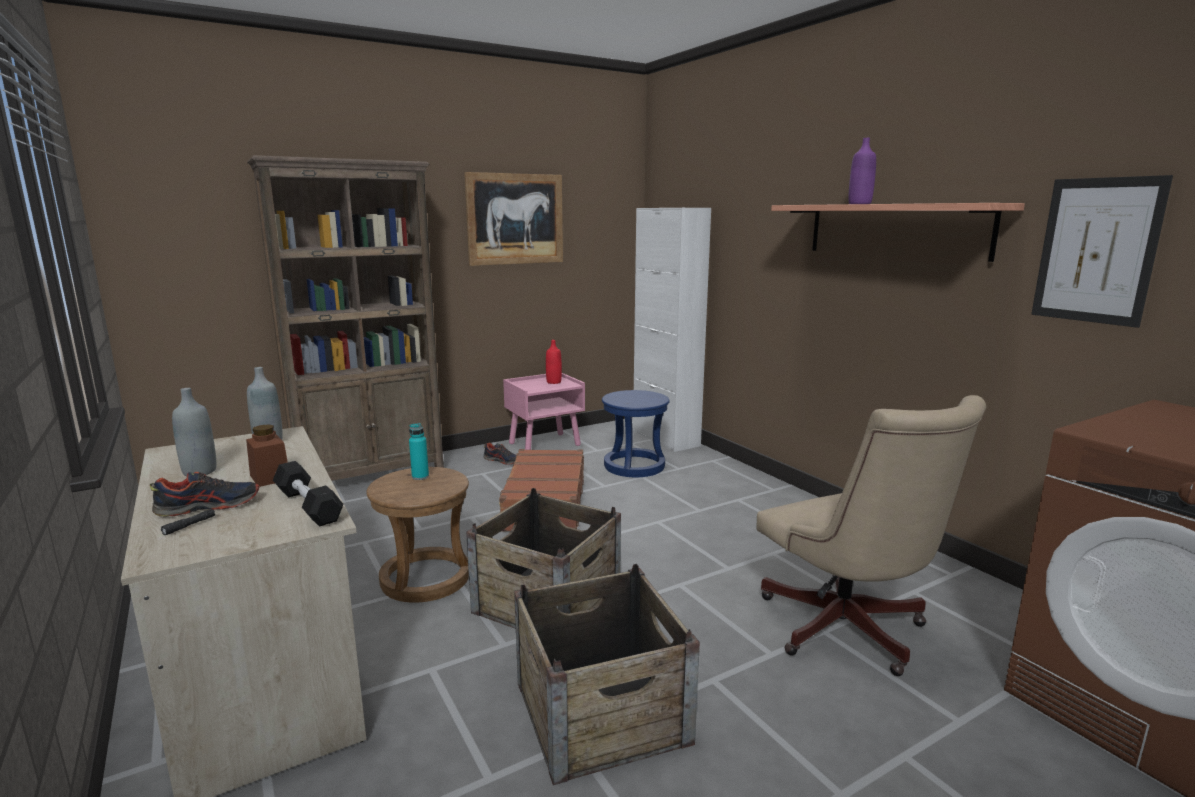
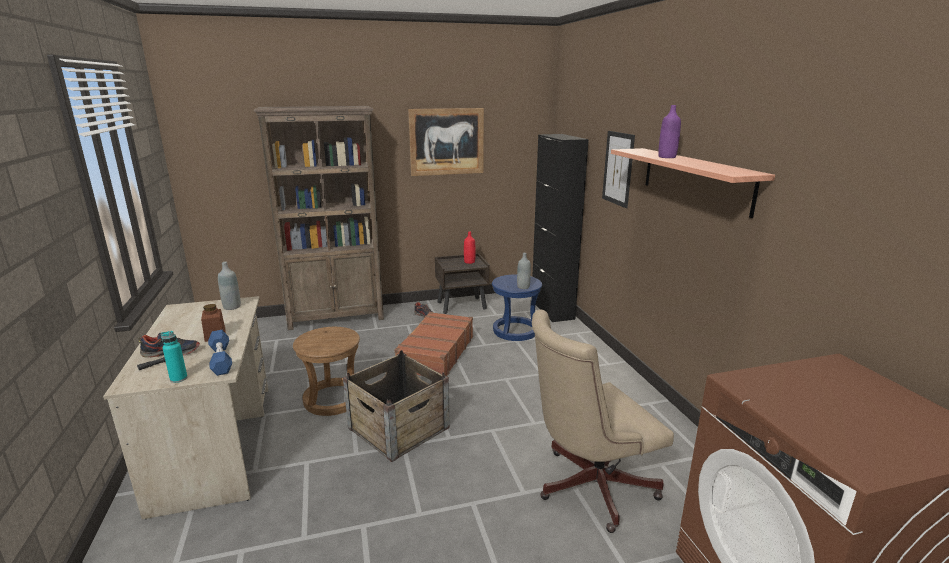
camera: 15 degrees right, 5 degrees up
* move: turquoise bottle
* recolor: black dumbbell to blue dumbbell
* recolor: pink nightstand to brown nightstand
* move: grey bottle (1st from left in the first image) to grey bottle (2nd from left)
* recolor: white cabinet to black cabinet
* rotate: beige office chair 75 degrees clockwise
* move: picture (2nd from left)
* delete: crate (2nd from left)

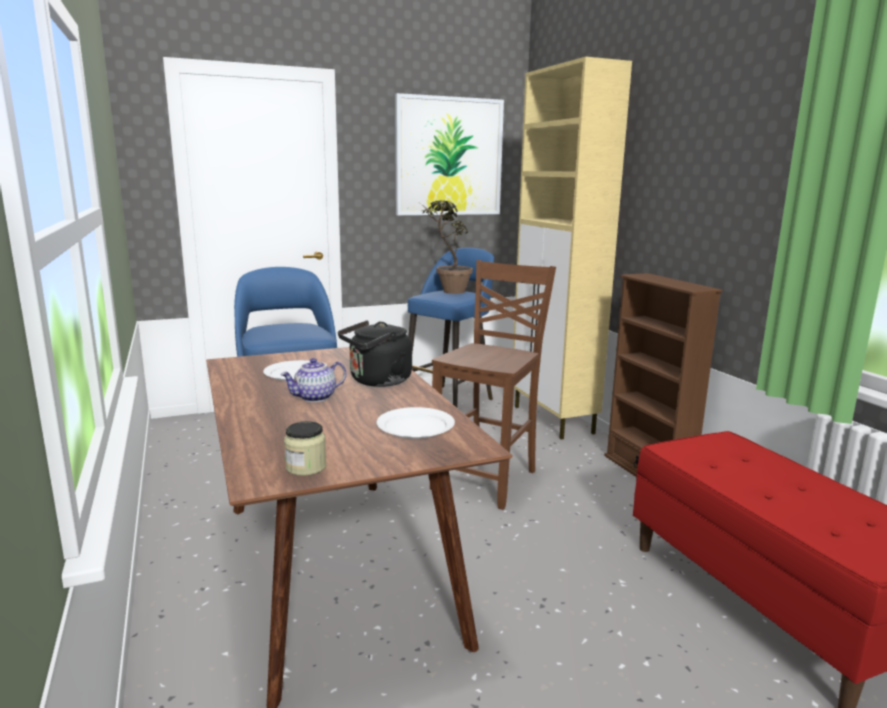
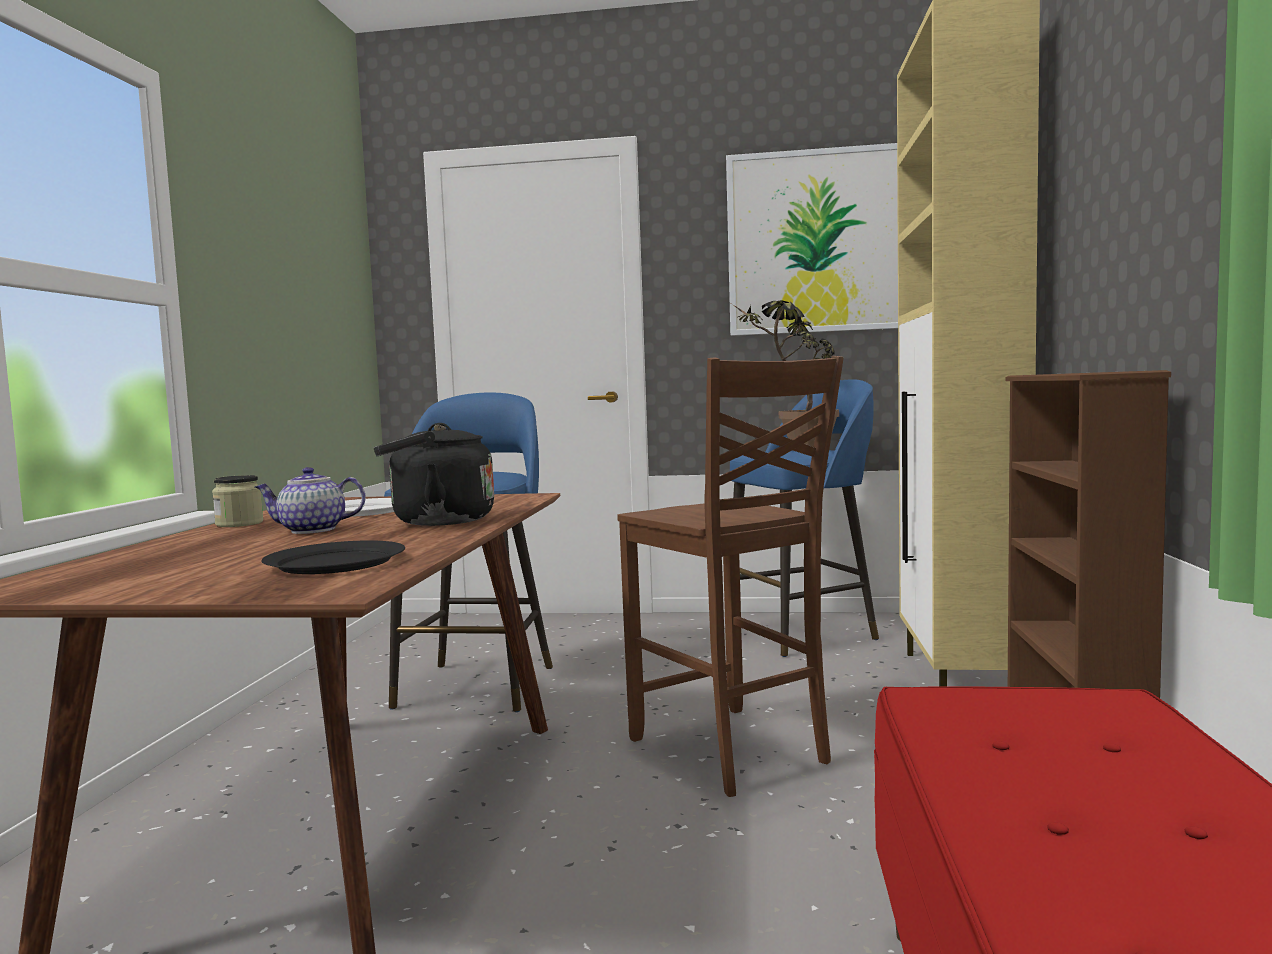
camera: 30 degrees right, 10 degrees down
* move: jar
* recolor: white plate (2nd from left) to black plate
* rotate: brown chair 90 degrees clockwise

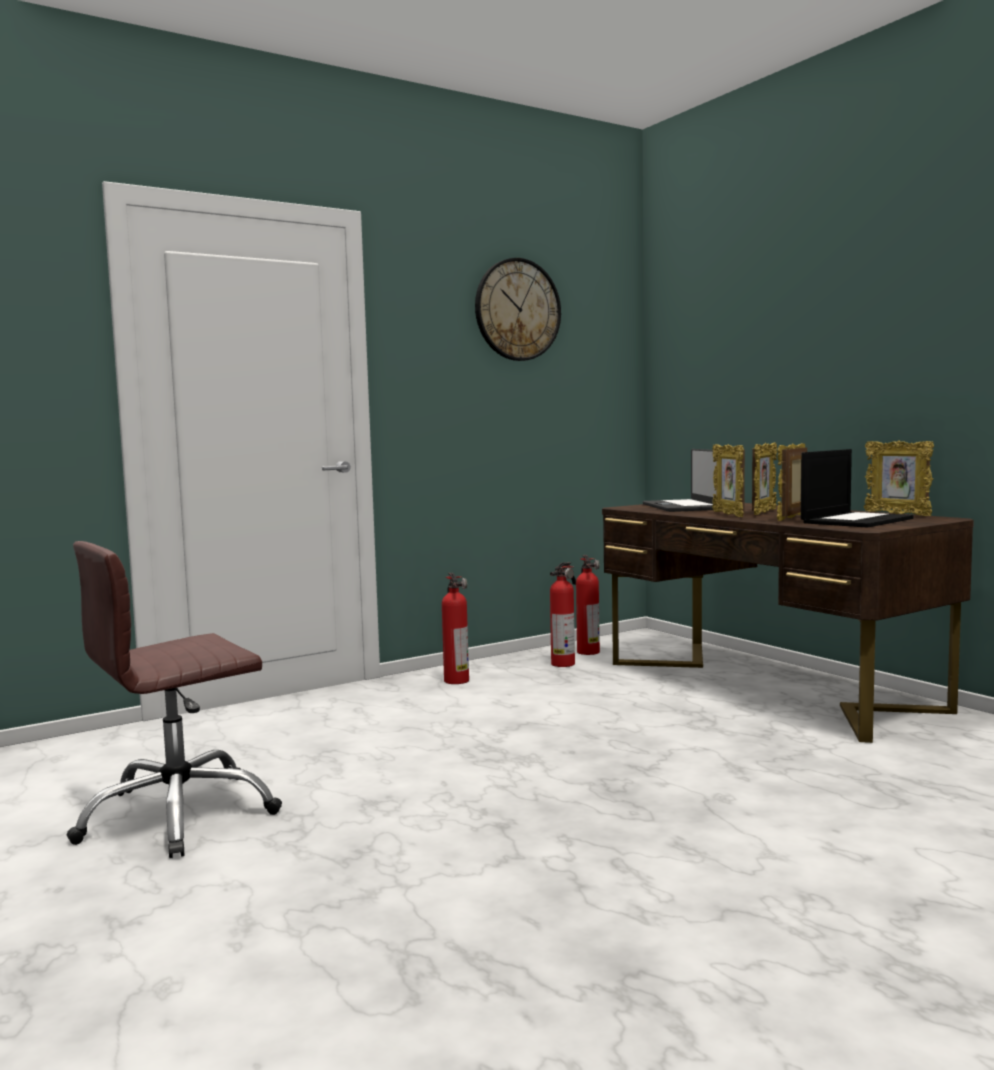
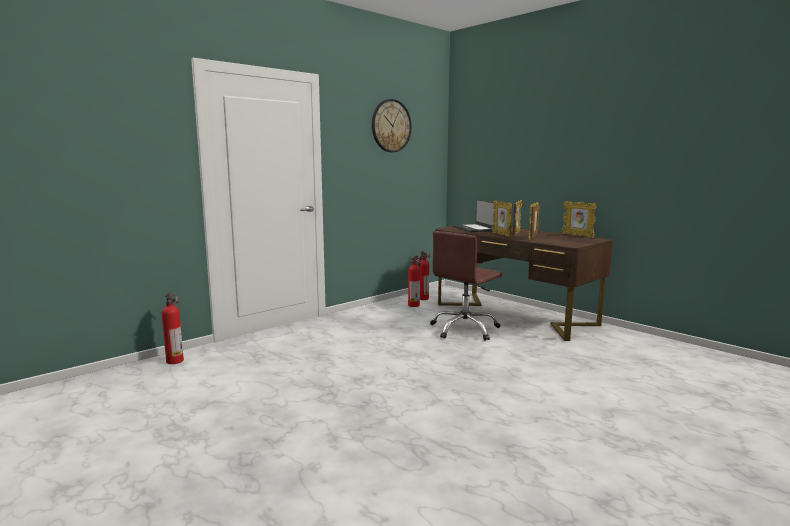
camera: 10 degrees left, 5 degrees up
* move: fire extinguisher (1st from left)
* move: brown office chair
* delete: laptop (2nd from left)

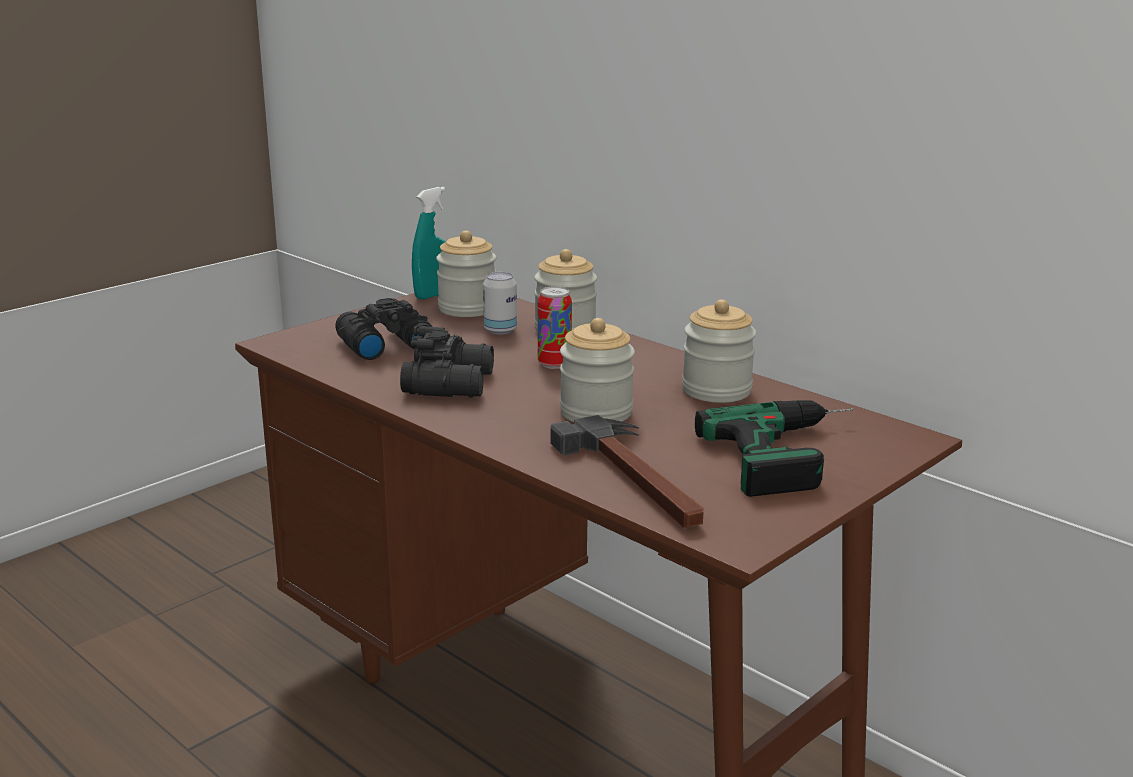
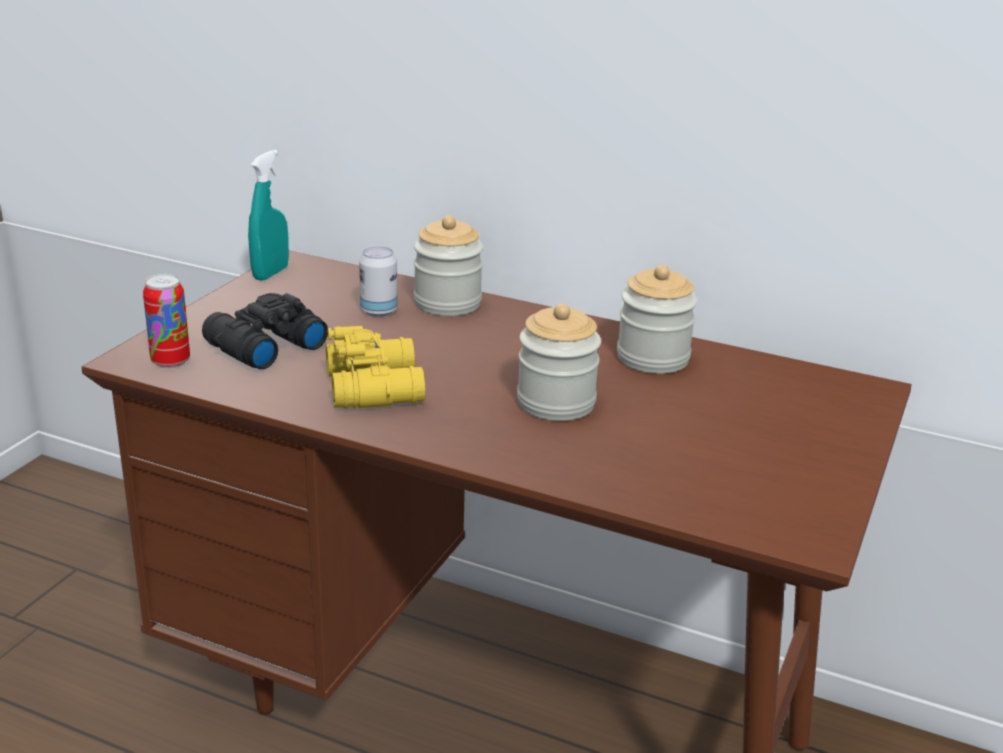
camera: 20 degrees left, 5 degrees up
* move: can (2nd from left in the first image) to can (1st from left)
* recolor: black binoculars (2nd from left) to yellow binoculars
* delete: jar (1st from left)
* delete: hammer
* delete: power drill

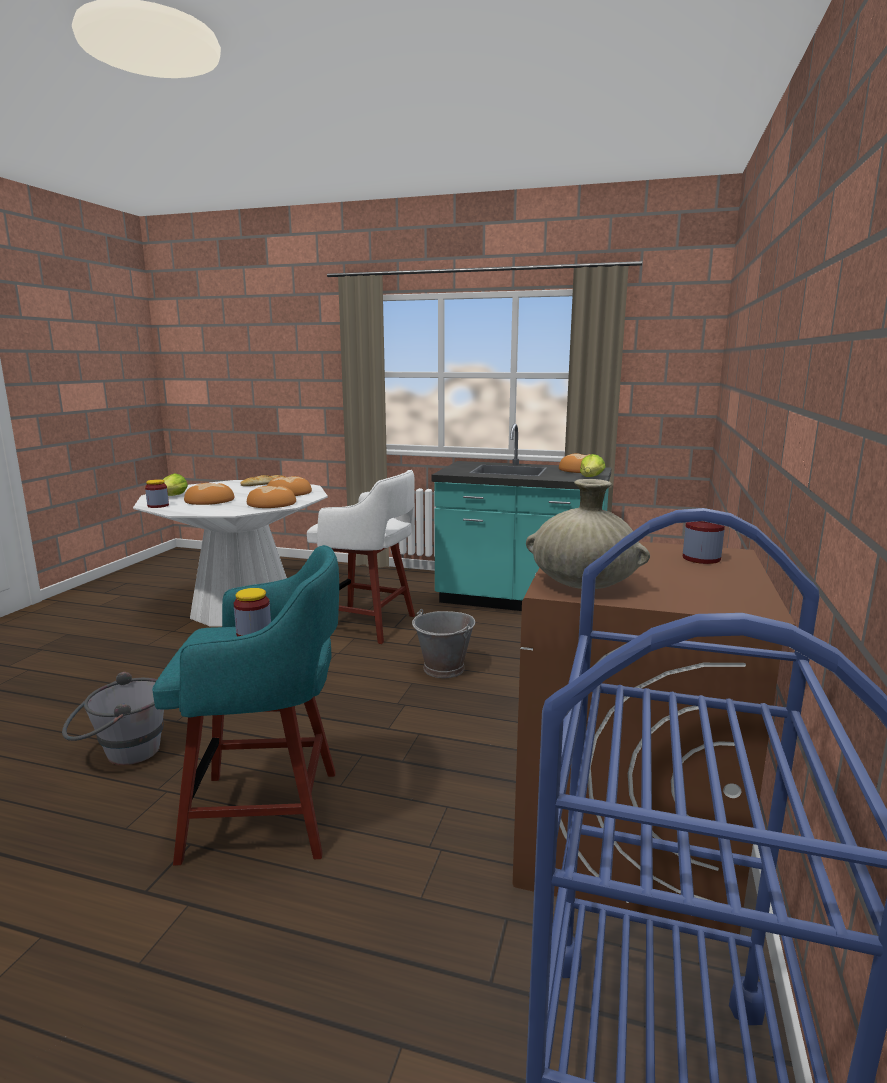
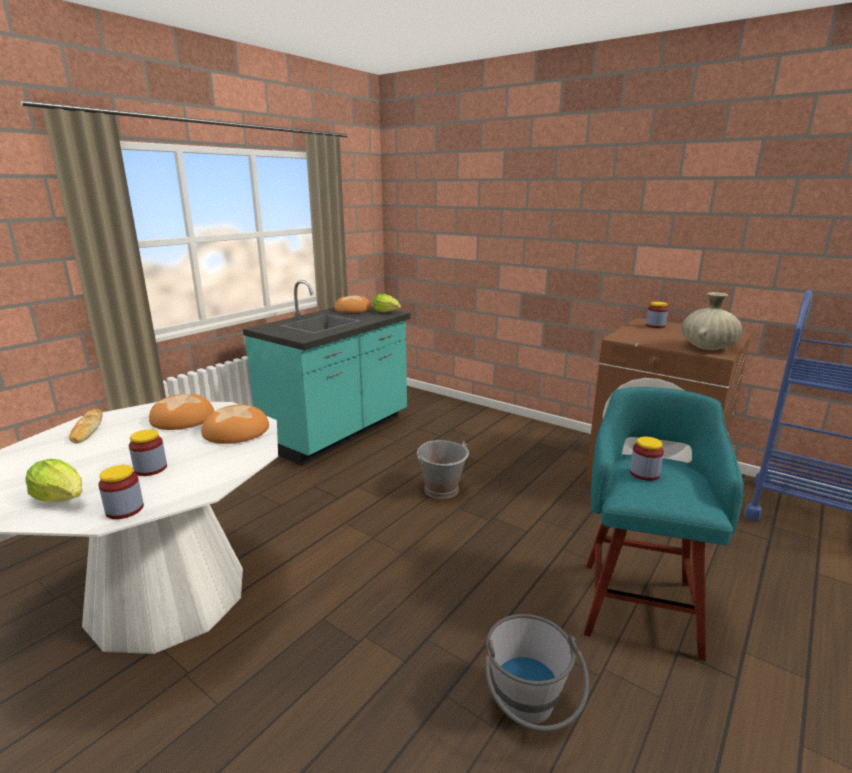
camera: 70 degrees left, 5 degrees up
* replace: bread (1st from left) to jar (2nd from left)
* delete: white stool

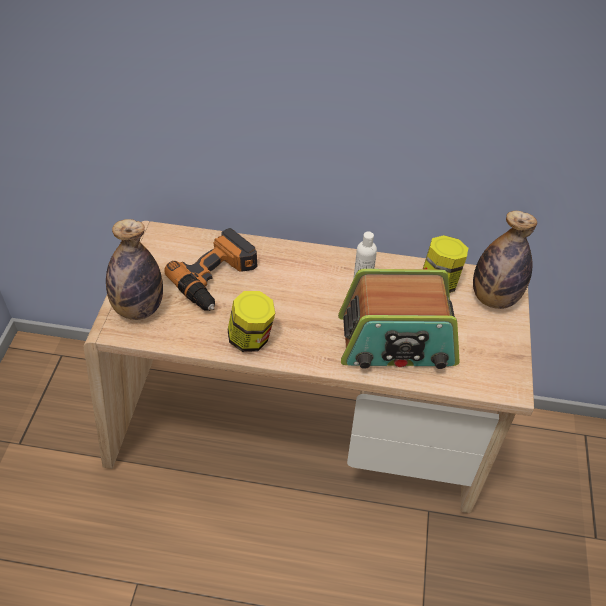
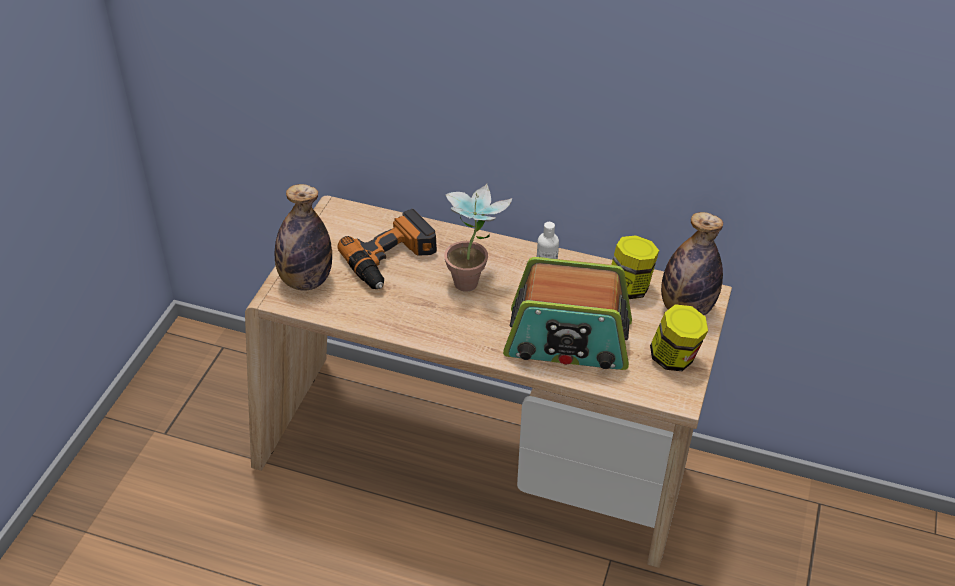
camera: 10 degrees right, 5 degrees down
* insert: potted plant
* move: jar (1st from left in the first image) to jar (2nd from left)

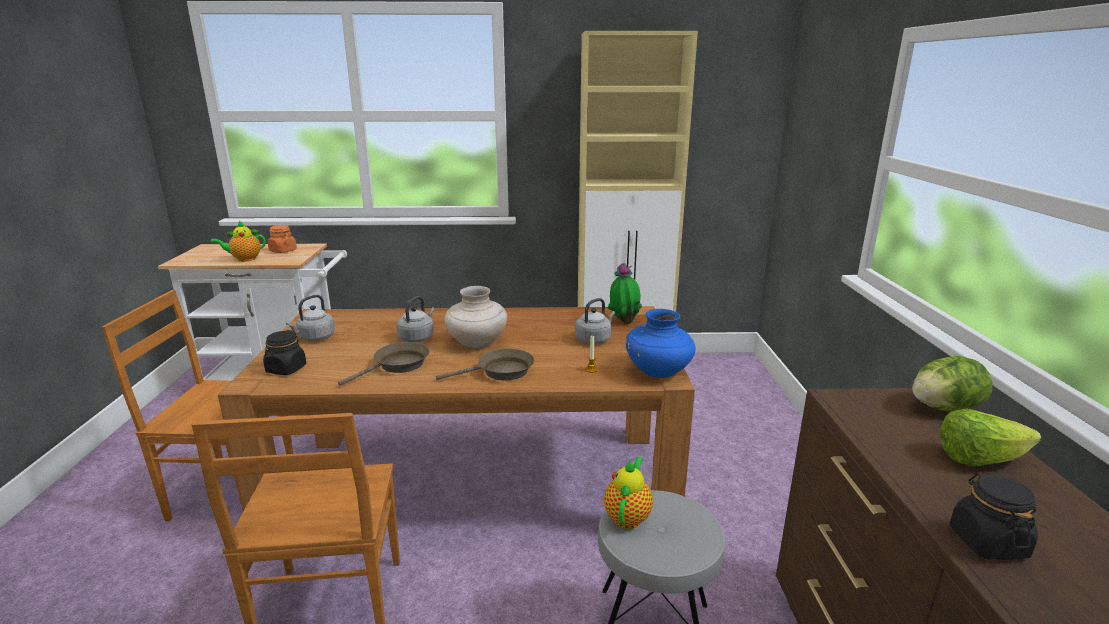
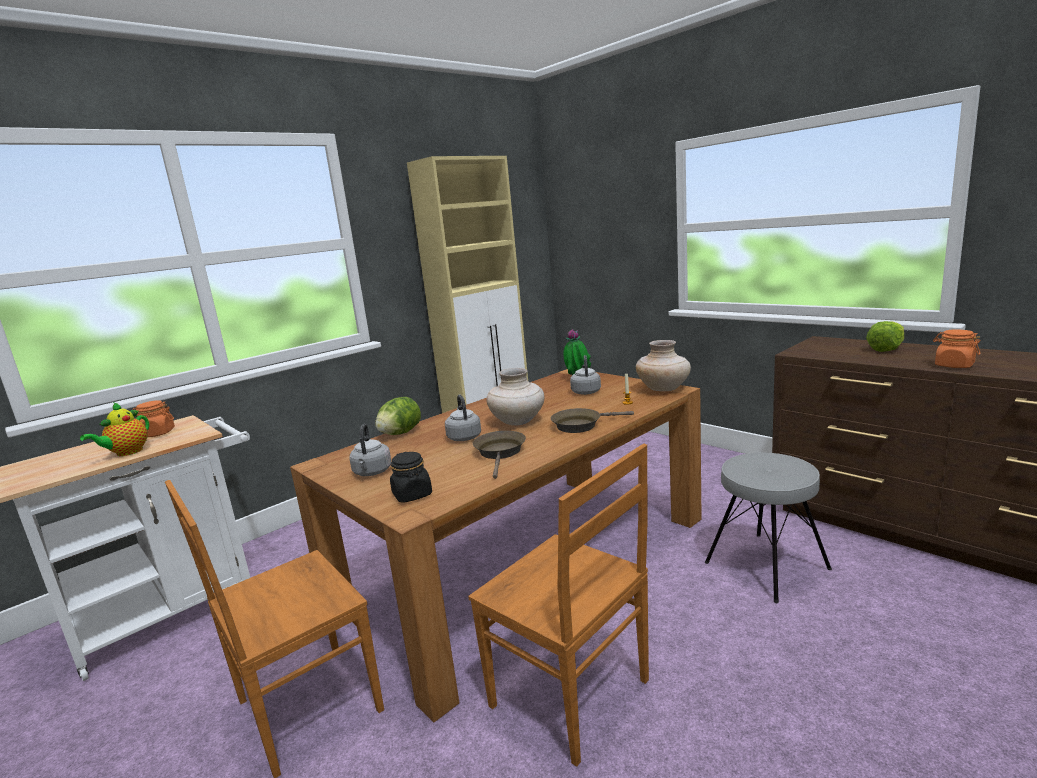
camera: 40 degrees left, 5 degrees down
* move: lettuce (1st from left)
* rotate: brown frying pan (2nd from left) 135 degrees counterclockwise
* recolor: blue vase to beige vase (2nd from left)
* recolor: black jar (2nd from left) to orange jar (2nd from left)
* delete: teapot (2nd from left)

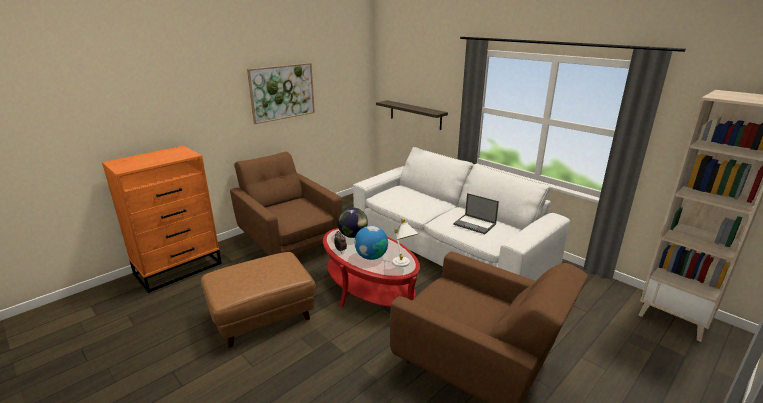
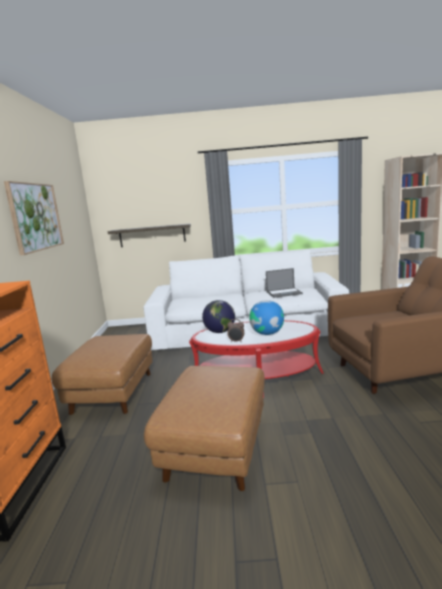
camera: 45 degrees left, 10 degrees down
* replace: brown armchair (1st from left) to brown ottoman (1st from left)
* delete: white table lamp

